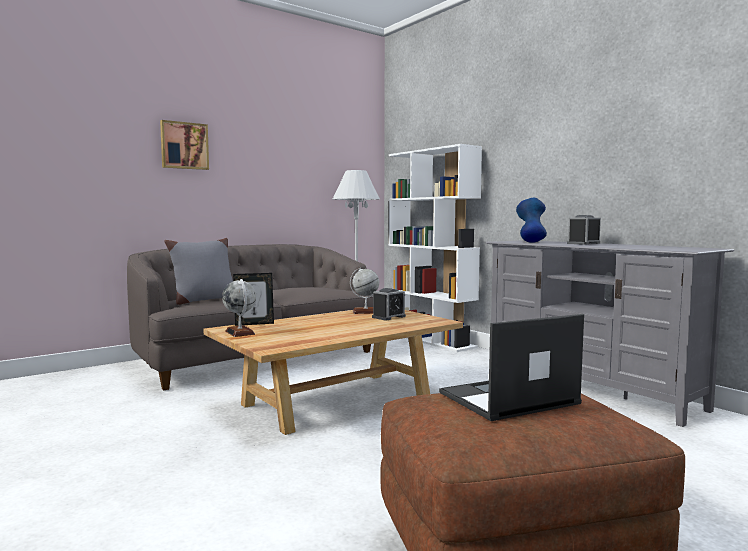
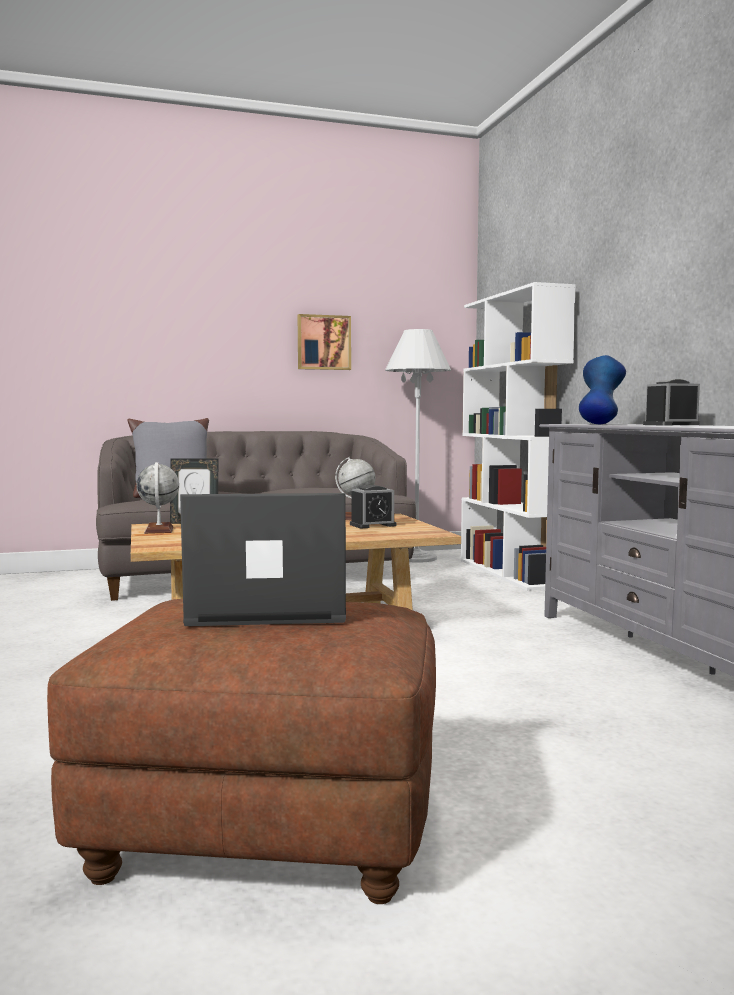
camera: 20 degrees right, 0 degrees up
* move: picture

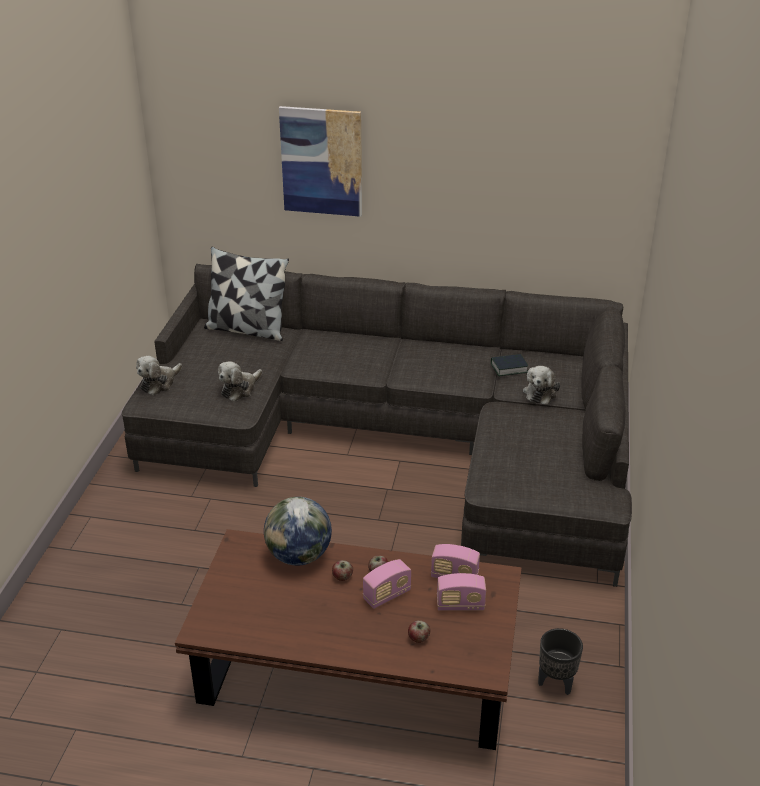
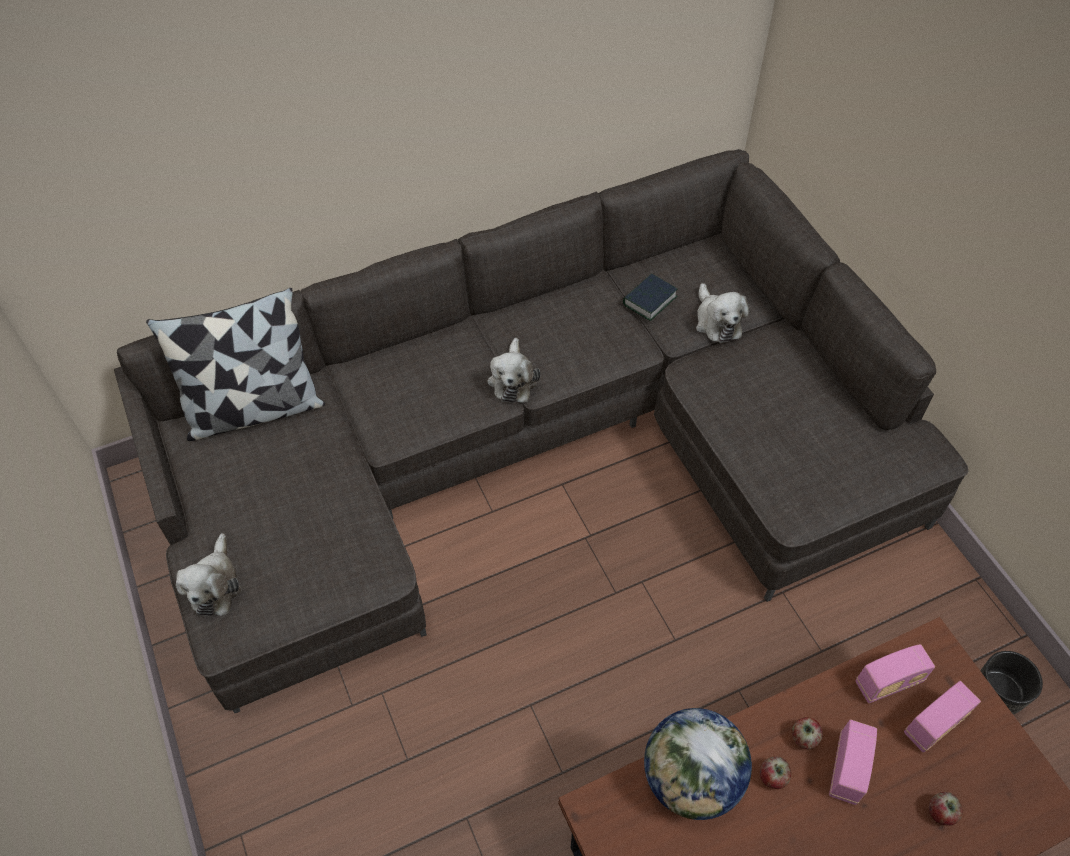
camera: 35 degrees left, 20 degrees up
* move: plush toy (2nd from left)
* delete: picture

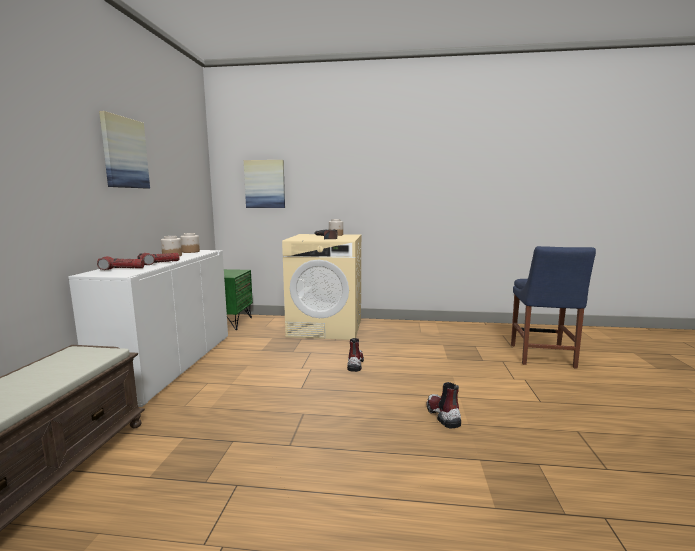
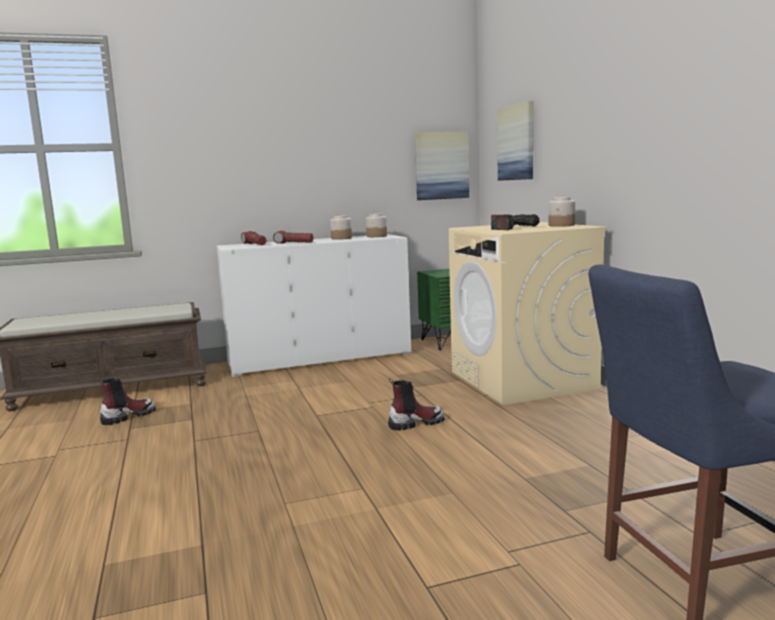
camera: 65 degrees right, 0 degrees up
* move: boot (2nd from left in the first image) to boot (1st from left)
* move: picture (1st from left)

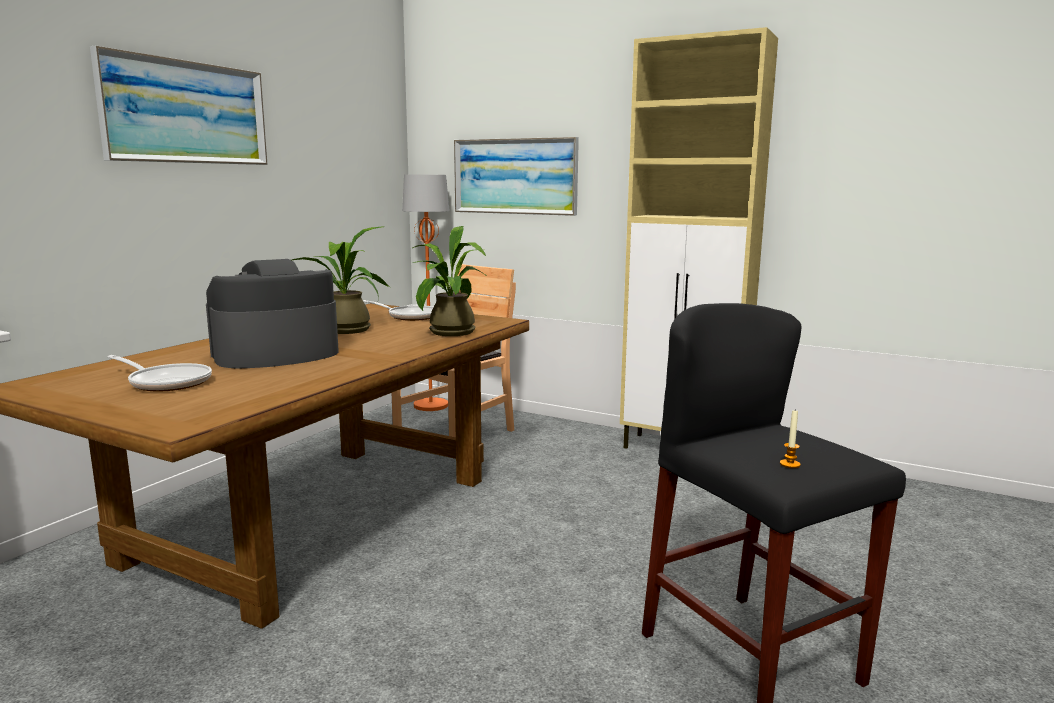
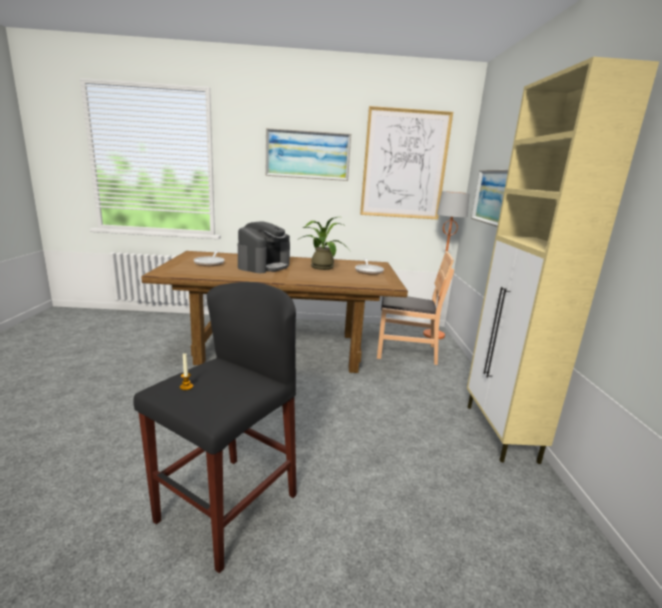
camera: 60 degrees right, 5 degrees up
* rotate: coffee machine 90 degrees clockwise
* insert: picture (2nd from left)
* delete: potted plant (2nd from left)

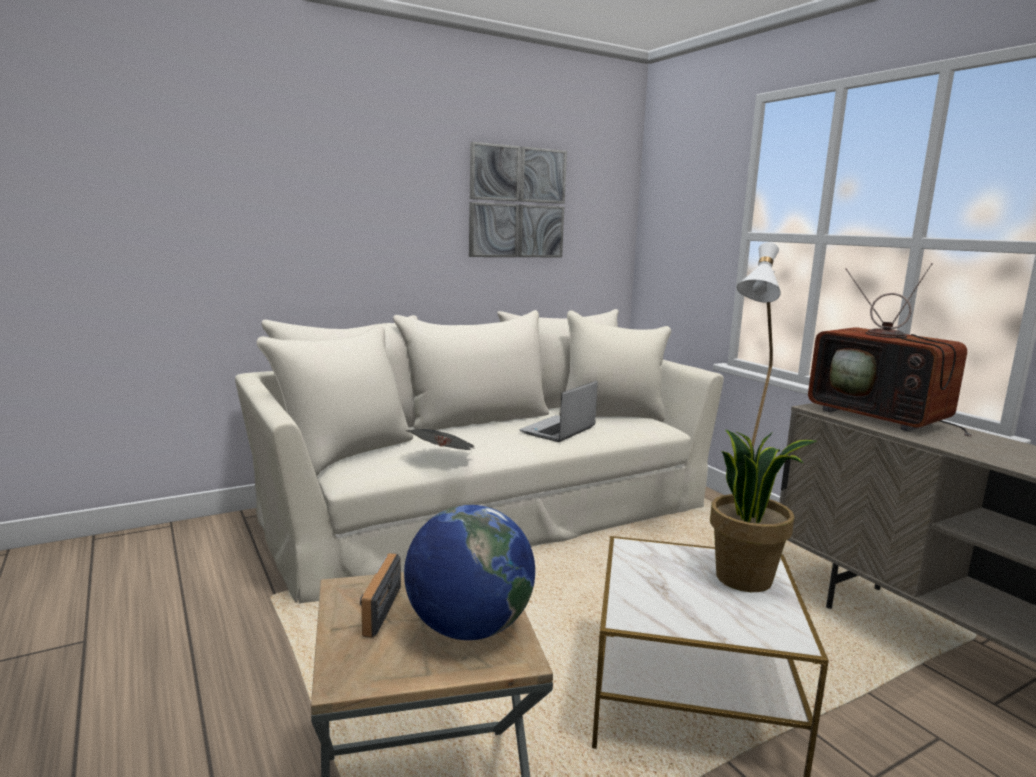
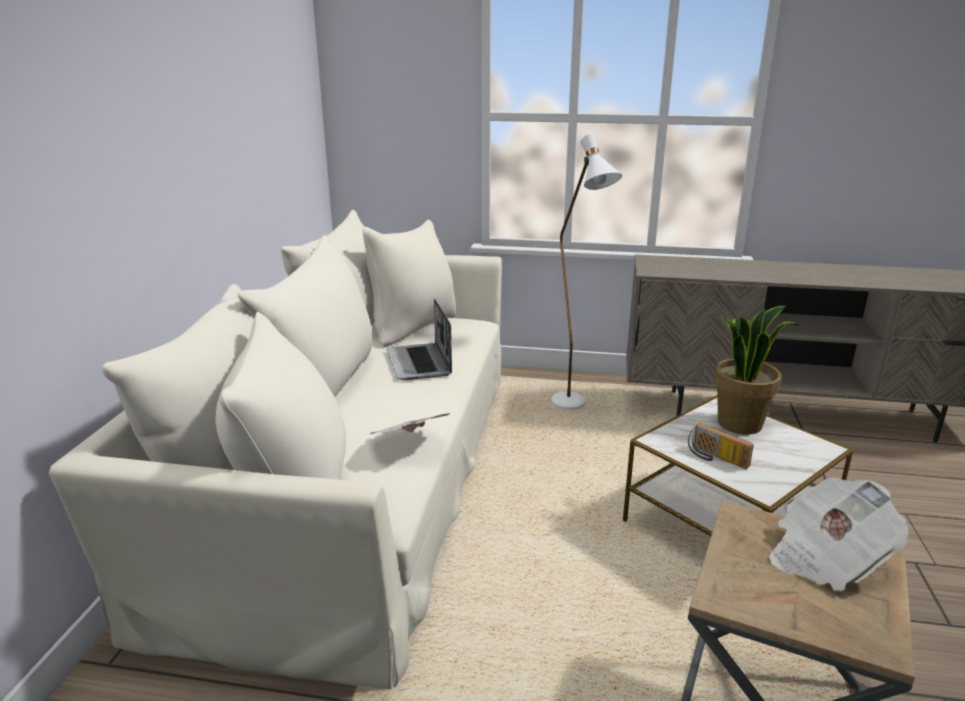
camera: 50 degrees left, 10 degrees up
* move: radio
* replace: globe to newspaper (2nd from left)
* delete: picture
* delete: television

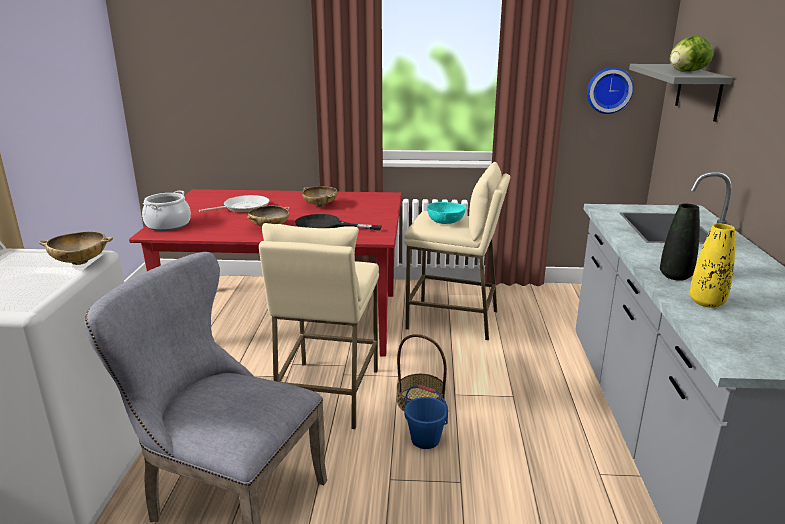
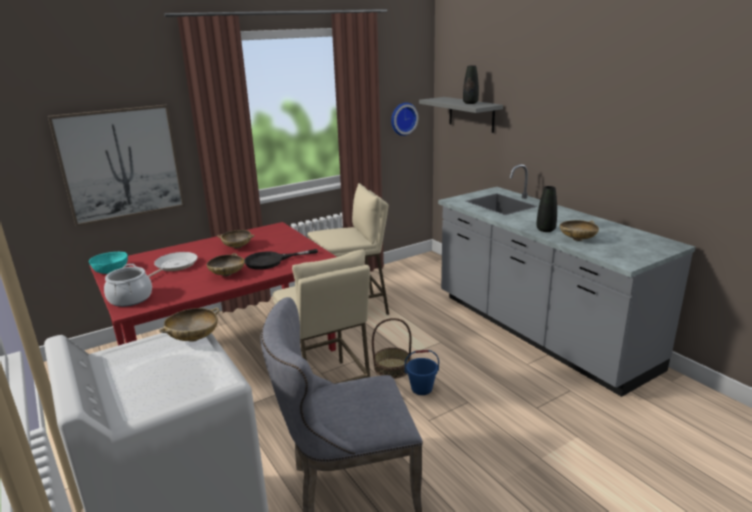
camera: 35 degrees left, 0 degrees up
* insert: picture
* move: turquoise bowl
* replace: lettuce to black vase (1st from left)
* replace: yellow vase to beige bowl (4th from left)

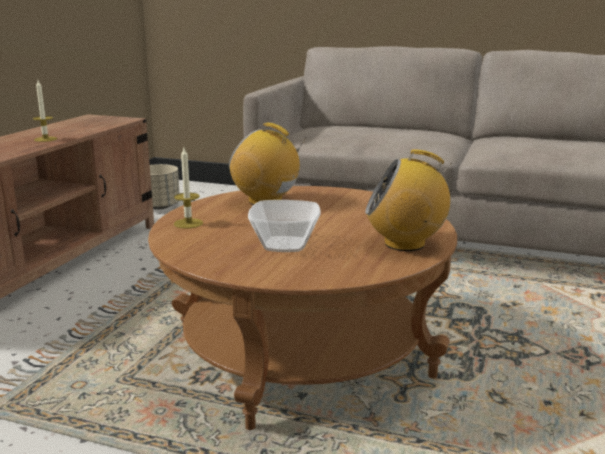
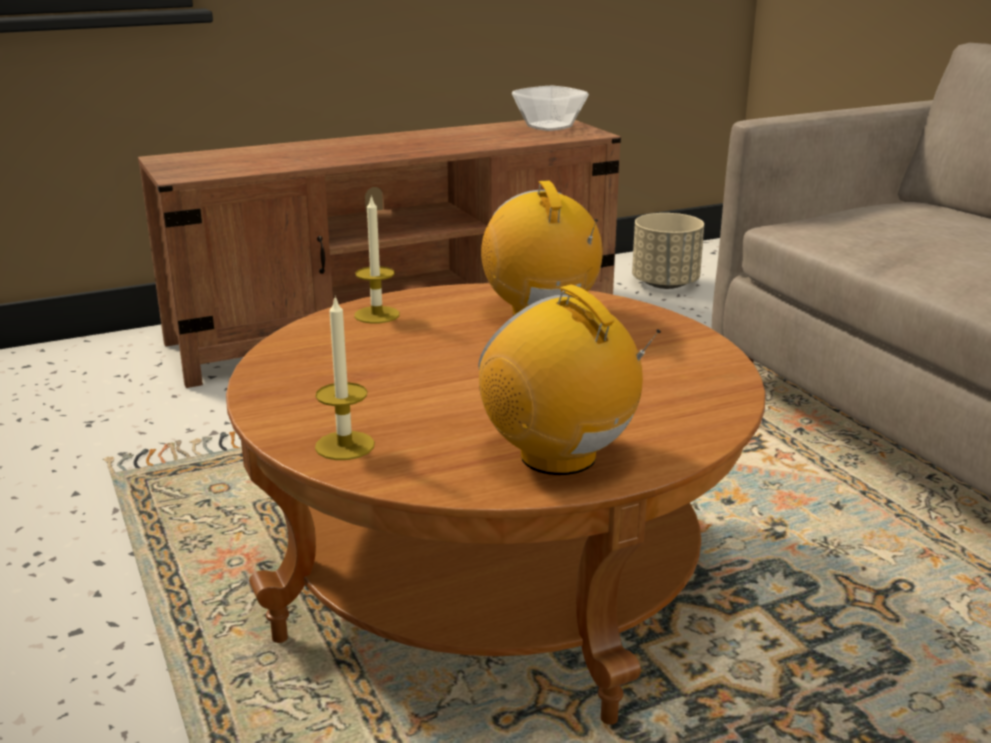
camera: 45 degrees right, 5 degrees up
* move: candle (1st from left)
* move: bowl

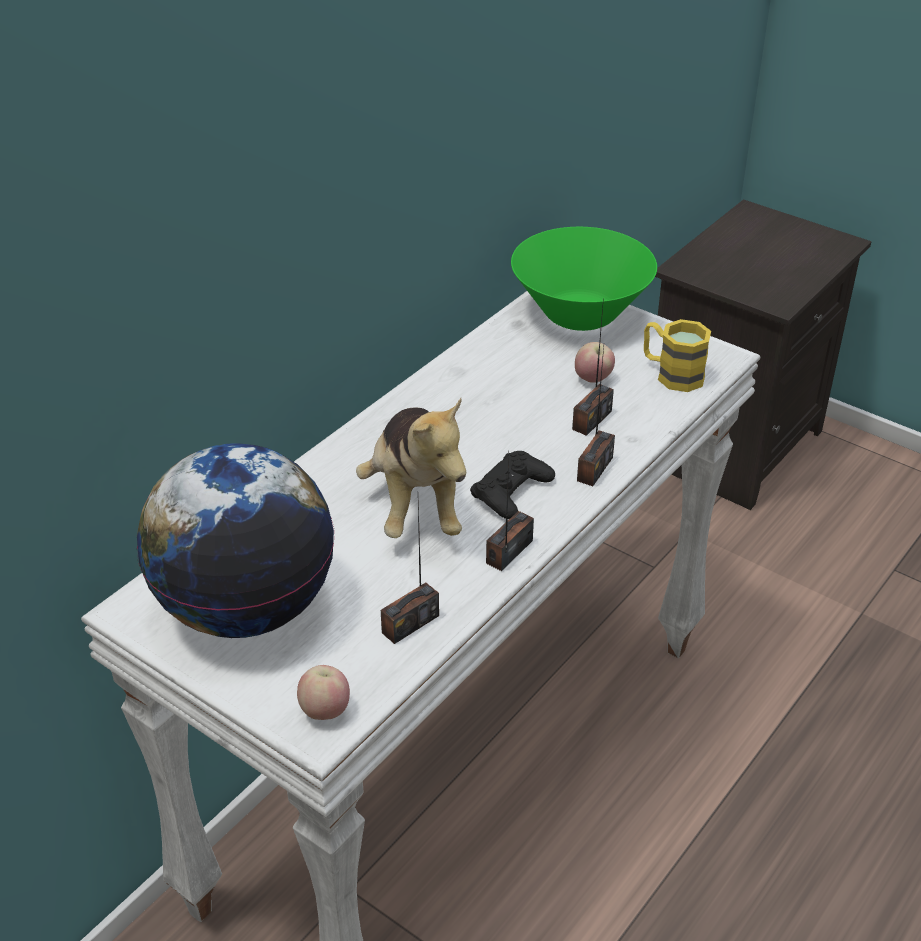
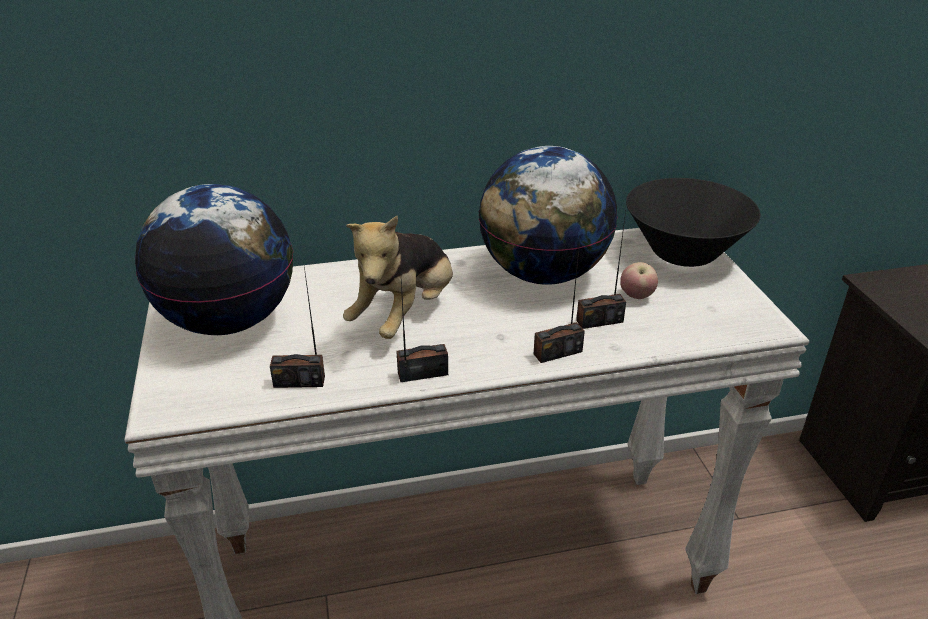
camera: 40 degrees right, 5 degrees down
* insert: globe (2nd from left)
* recolor: green bowl to black bowl
* delete: apple (1st from left)
* delete: black game controller
* delete: yellow mug

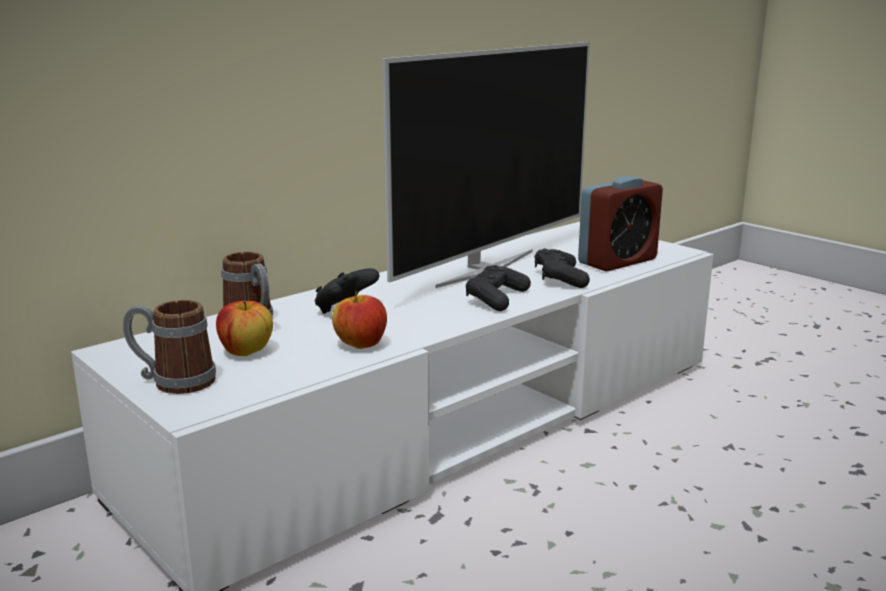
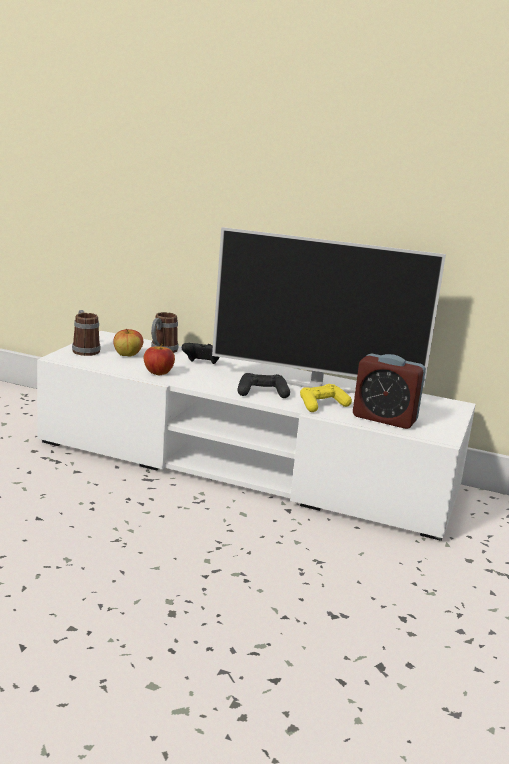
camera: 60 degrees right, 0 degrees up
* recolor: black game controller (3rd from left) to yellow game controller

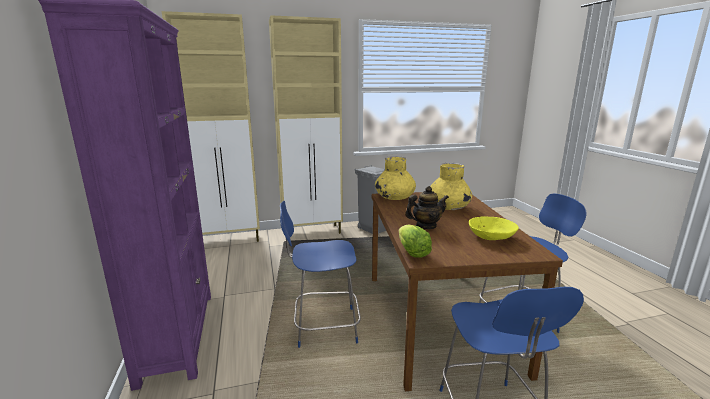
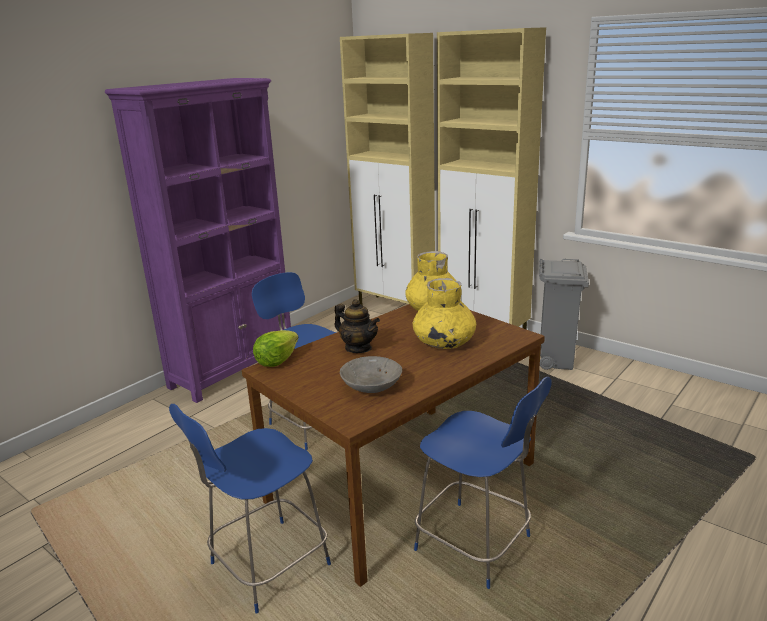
camera: 55 degrees right, 5 degrees up
* recolor: yellow bowl to grey bowl

